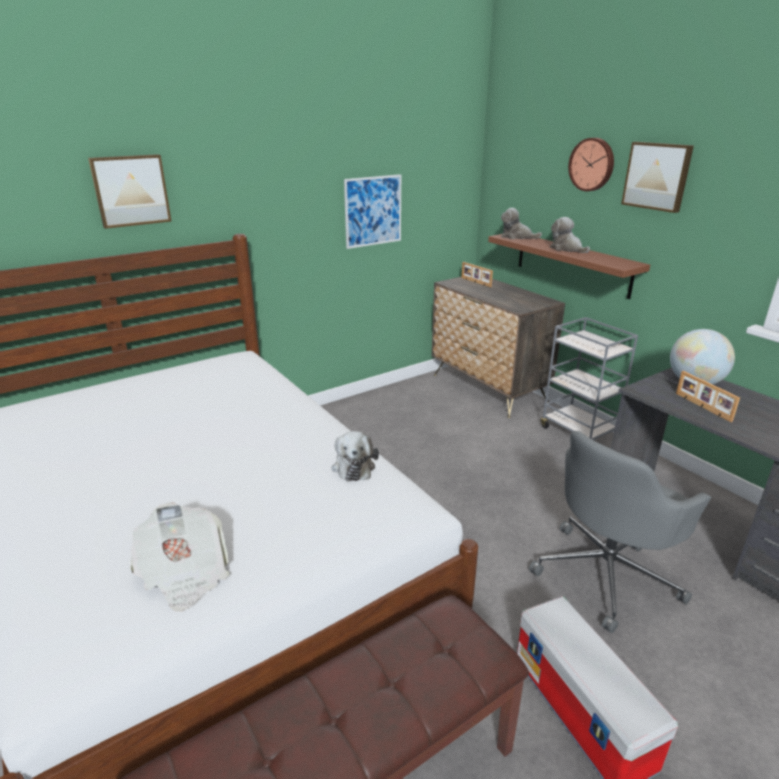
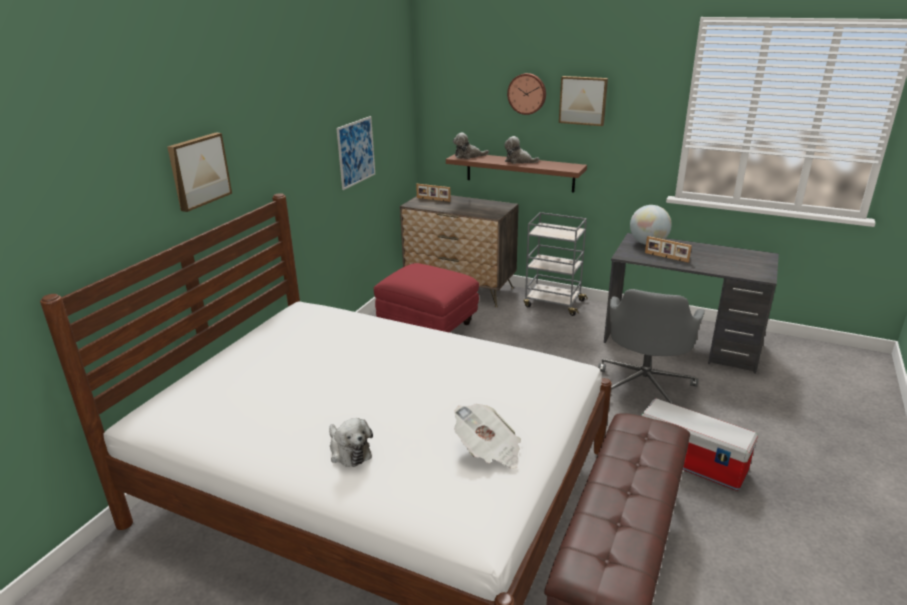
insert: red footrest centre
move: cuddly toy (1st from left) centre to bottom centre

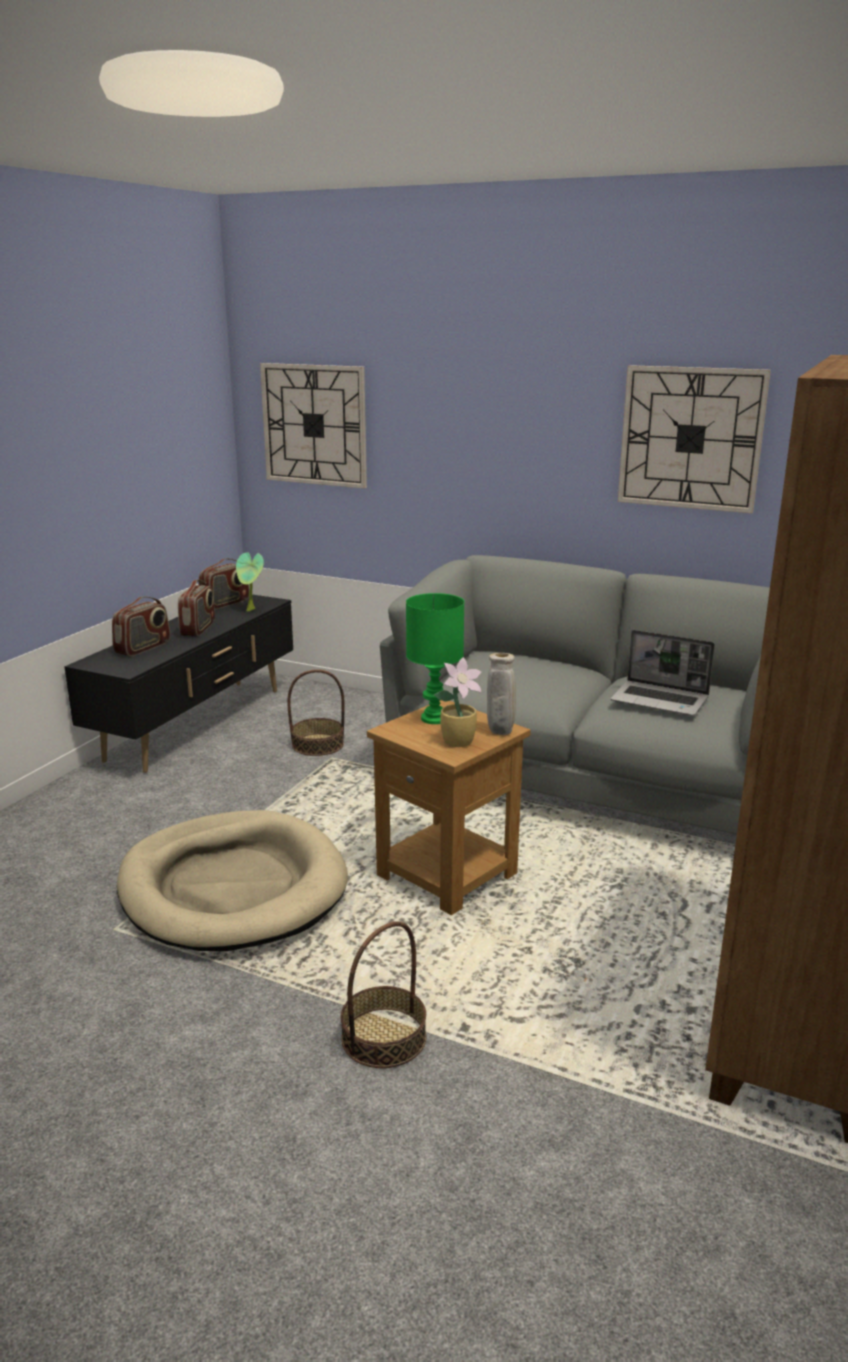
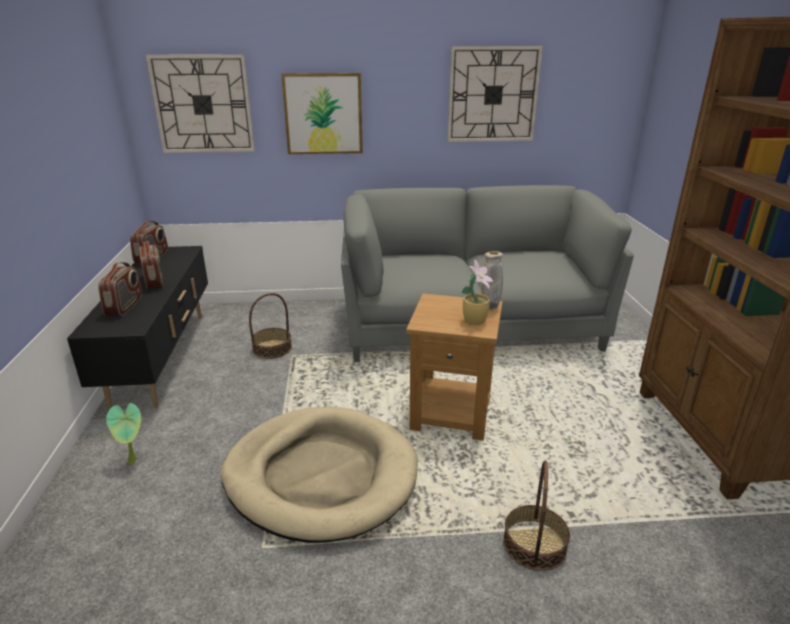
delete: greenish lamp for a table centre; laptop middle right
insert: wall art top centre
move: potted plant (1st from left) middle left to bottom left

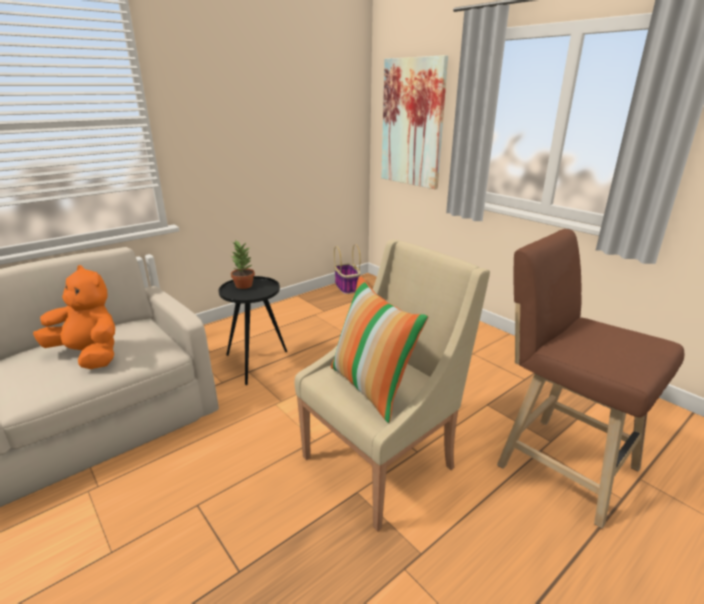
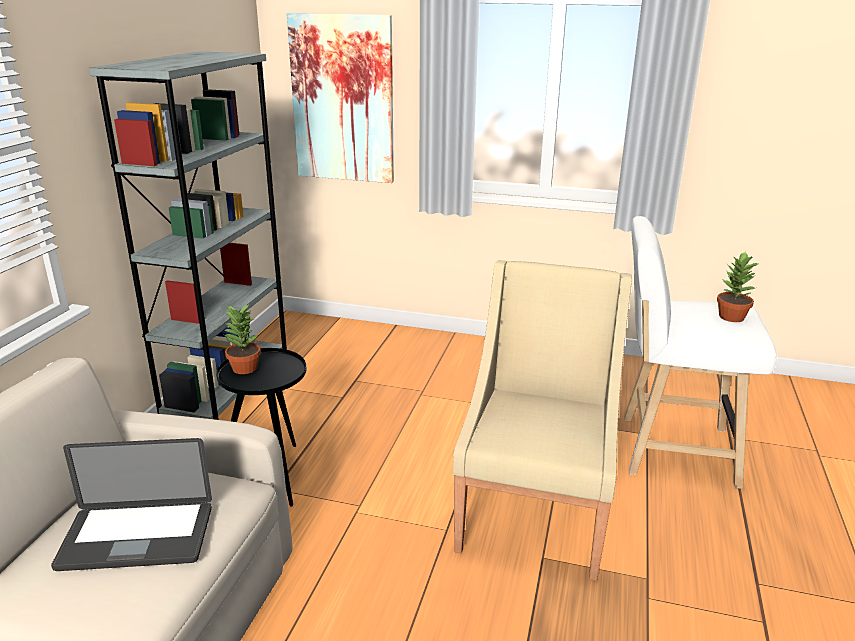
delete: cushion centre; storage basket centre
insert: grey bookshelf middle left; potted plant (2nd from left) middle right
replace: orangey cuddly toy middle left to laptop bottom left
recolor: brownish stool seat middle right to white stool seat middle right

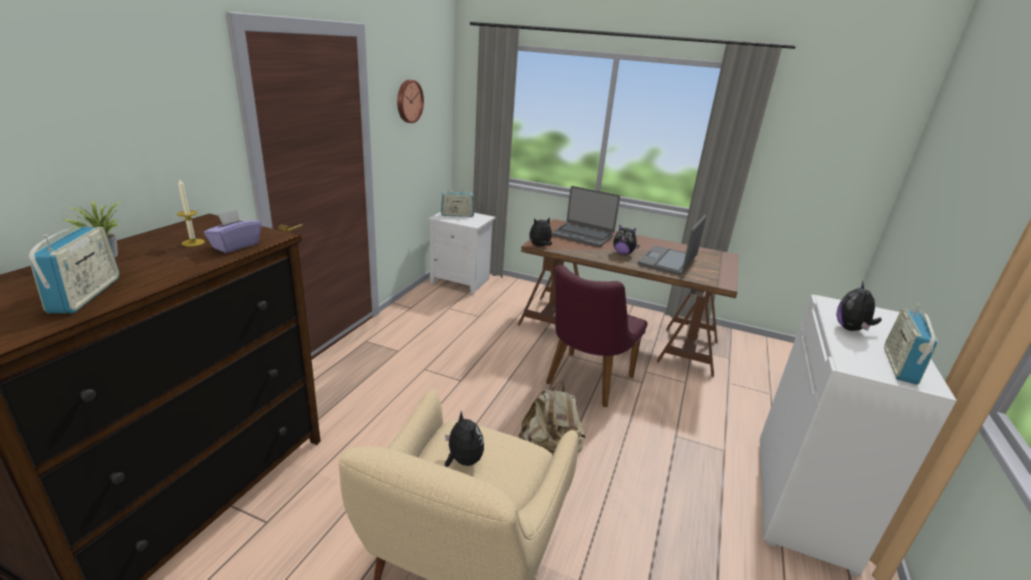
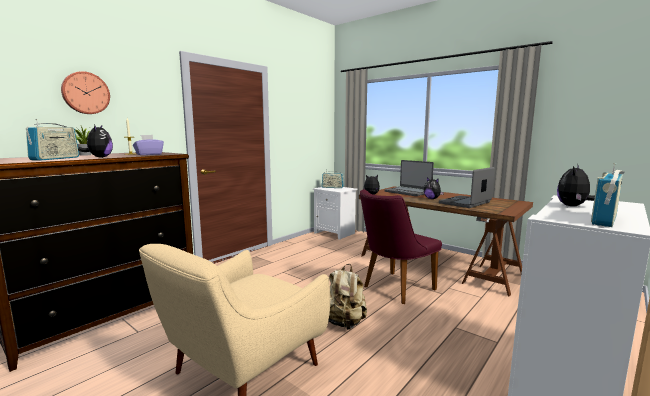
move: clock on the wall top centre to top left; cuddly toy (1st from left) bottom centre to middle left

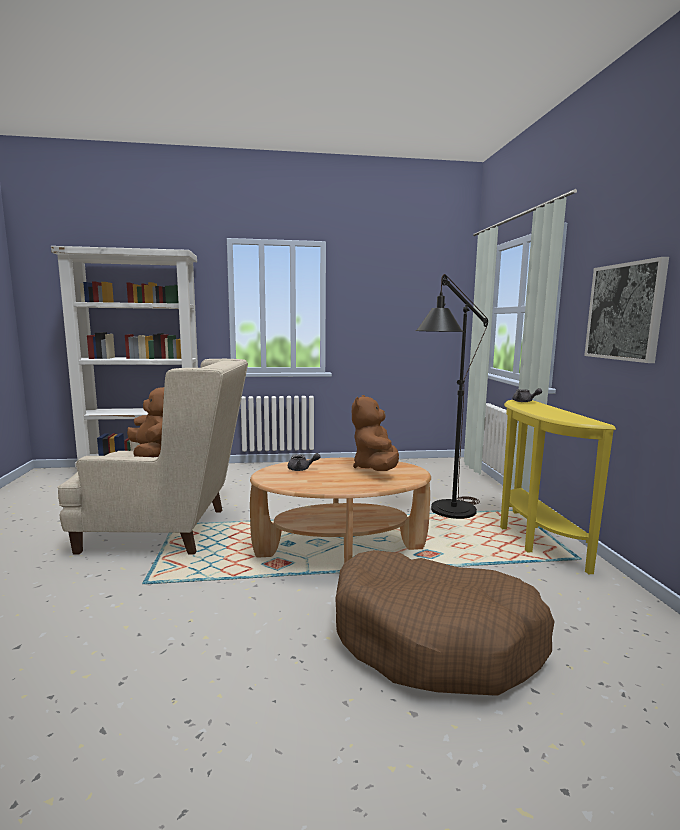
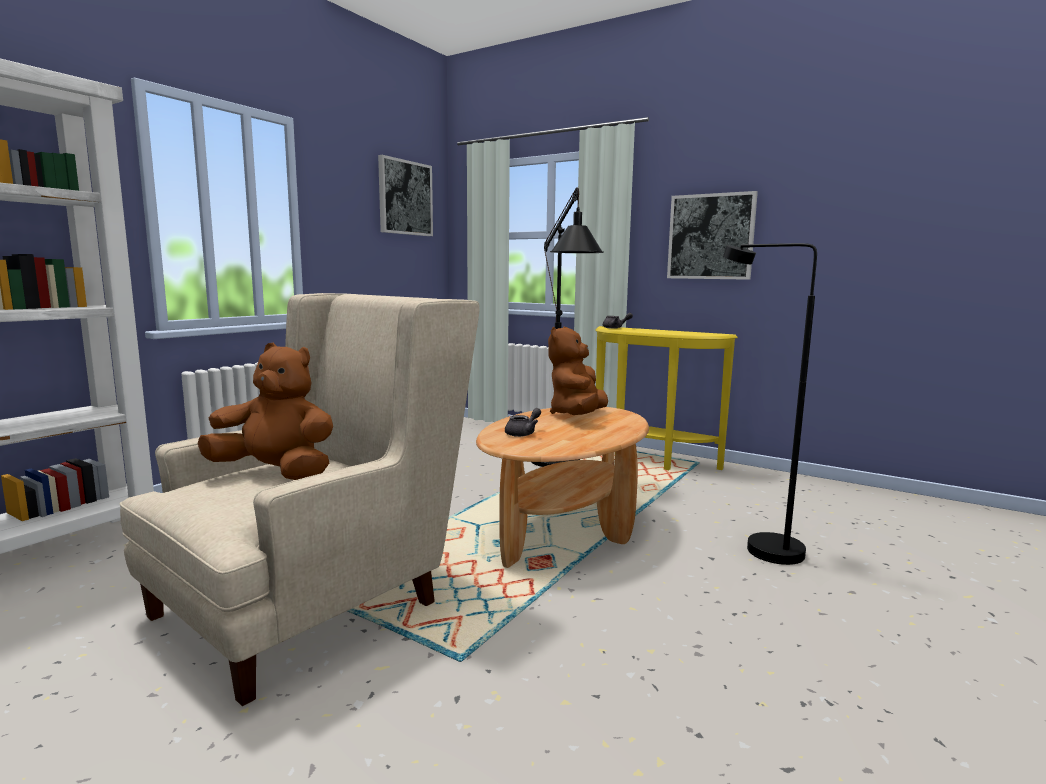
insert: wall art (1st from left) top centre
replace: brownish pet bed bottom centre to black floor lamp (2nd from left) middle right
rotate: brownish cuddly toy (2nd from left) centre = centre 60 degrees clockwise

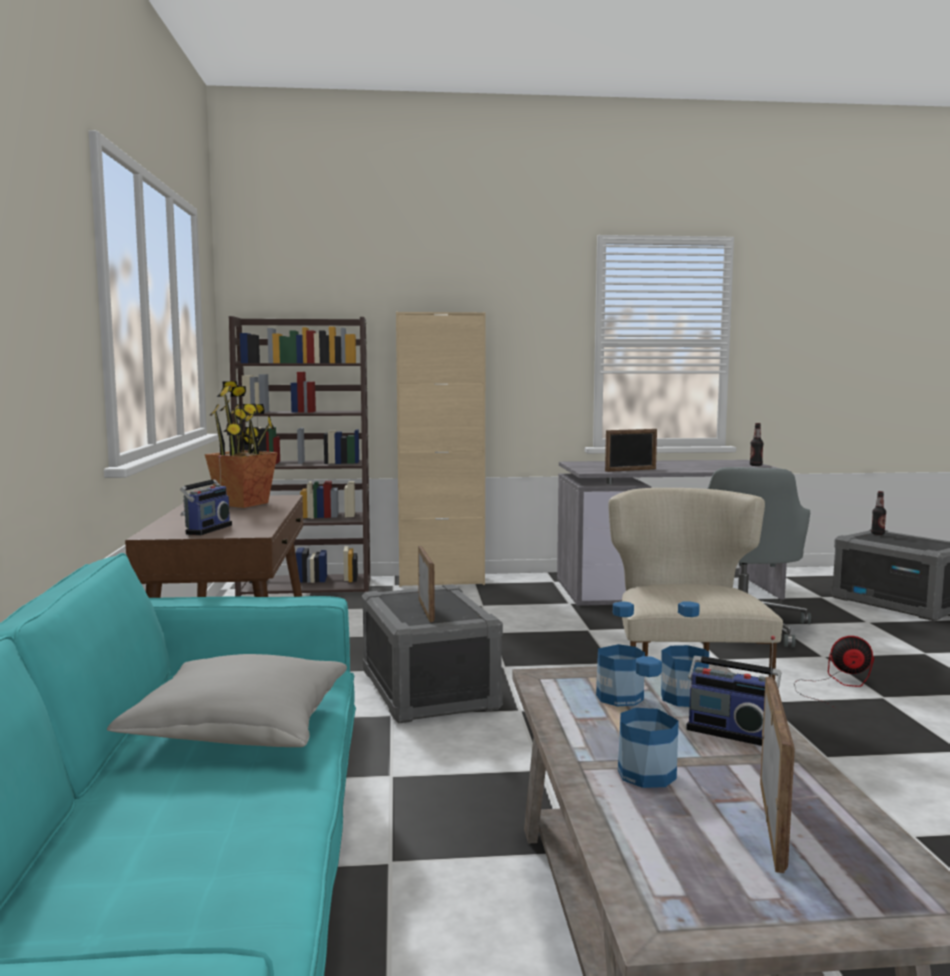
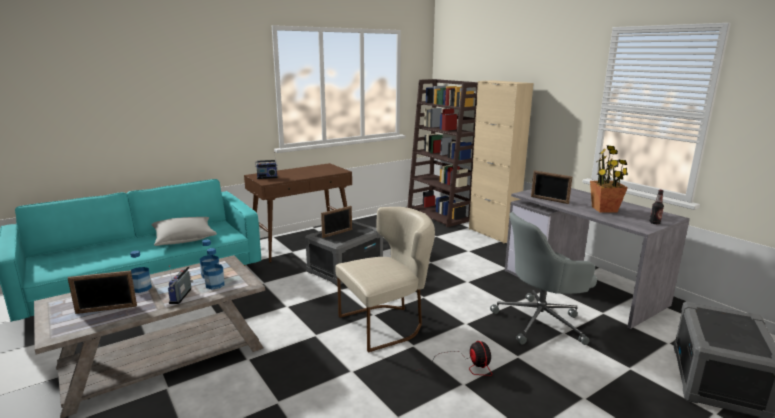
delete: beverage bottle (5th from left) middle right
move: potted plant middle left to middle right

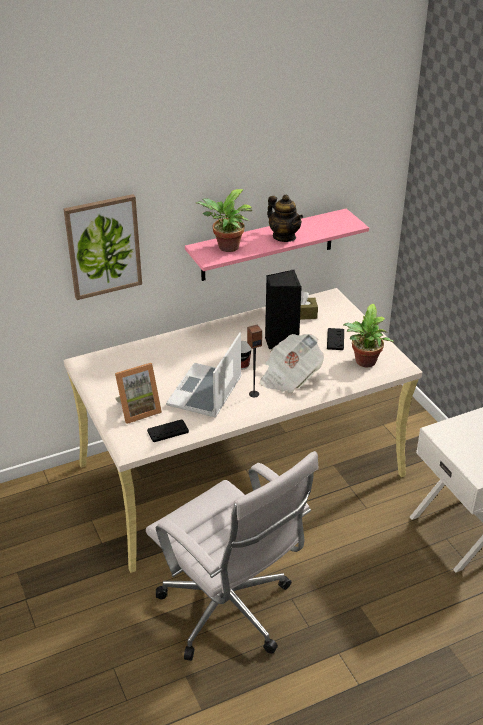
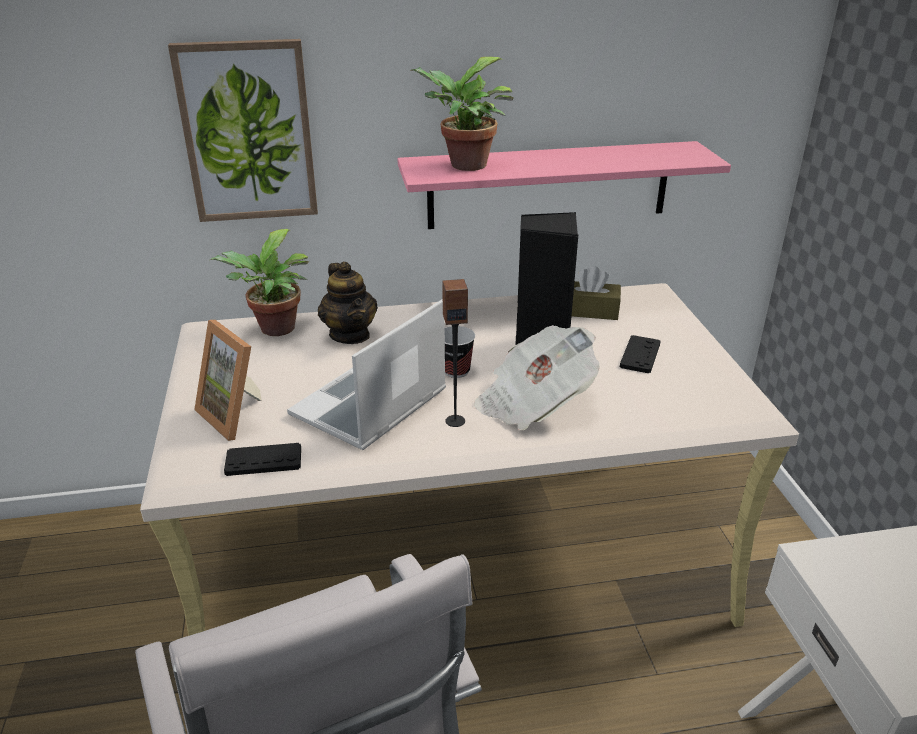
move: potted plant (2nd from left in the first image) middle right to potted plant (1st from left) middle left; pot for tea top centre to centre
rotate: standing frame middle left = middle left 60 degrees clockwise

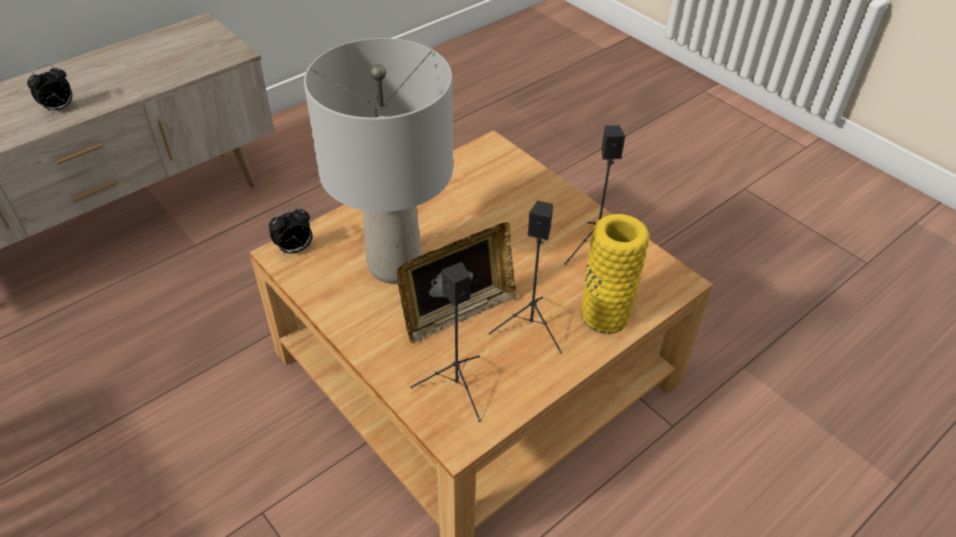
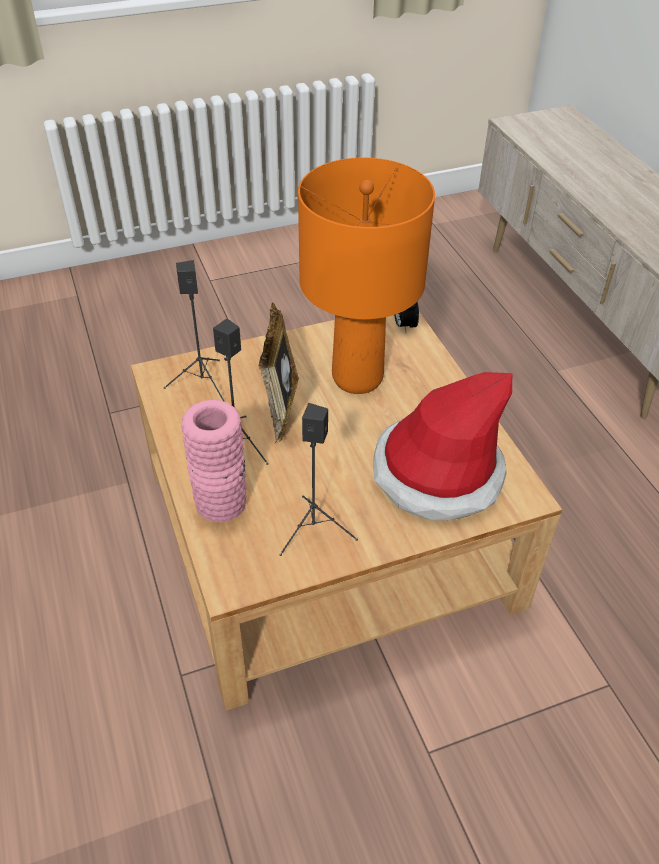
delete: alarm clock (1st from left) top left
insert: hat middle right
recolor: yellow flower vase centre to pink flower vase middle left; grey lamp for a table top centre to orangey lamp for a table top centre

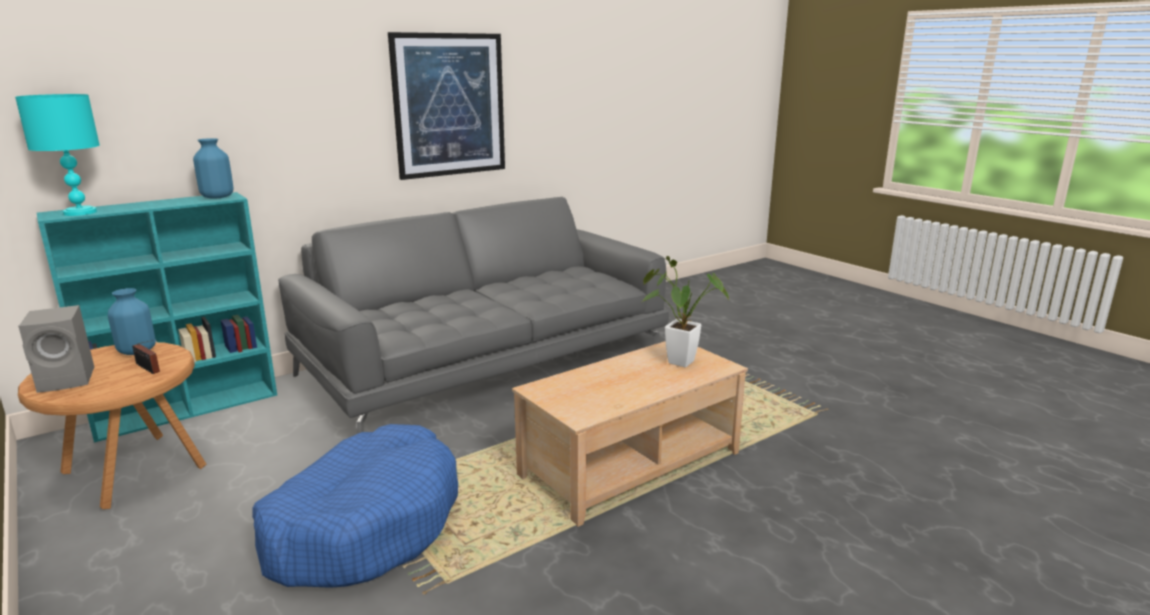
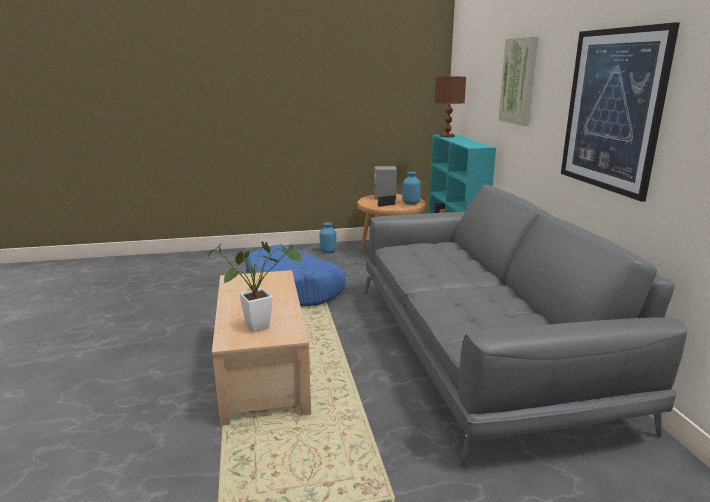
insert: wall art (1st from left) top right
move: blue flower vase (2nd from left in the first image) top left to blue flower vase (1st from left) centre
recolor: blue-green lamp for a table top left to brownish lamp for a table top centre

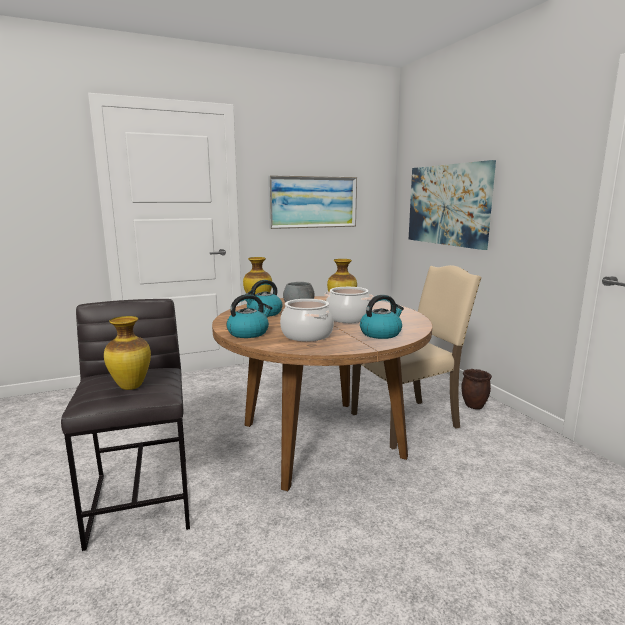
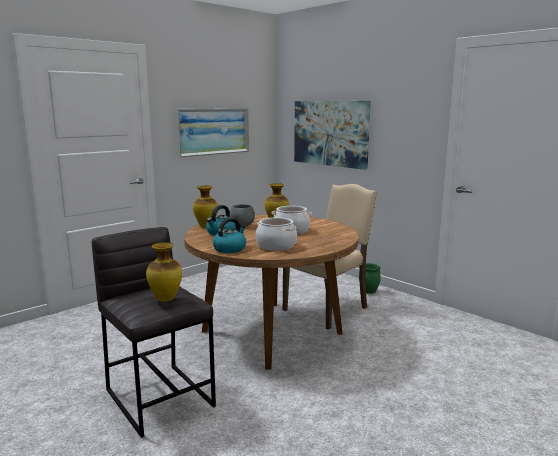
delete: water kettle (3rd from left) centre
recolor: brownish flower pot middle right to greenish flower pot centre

